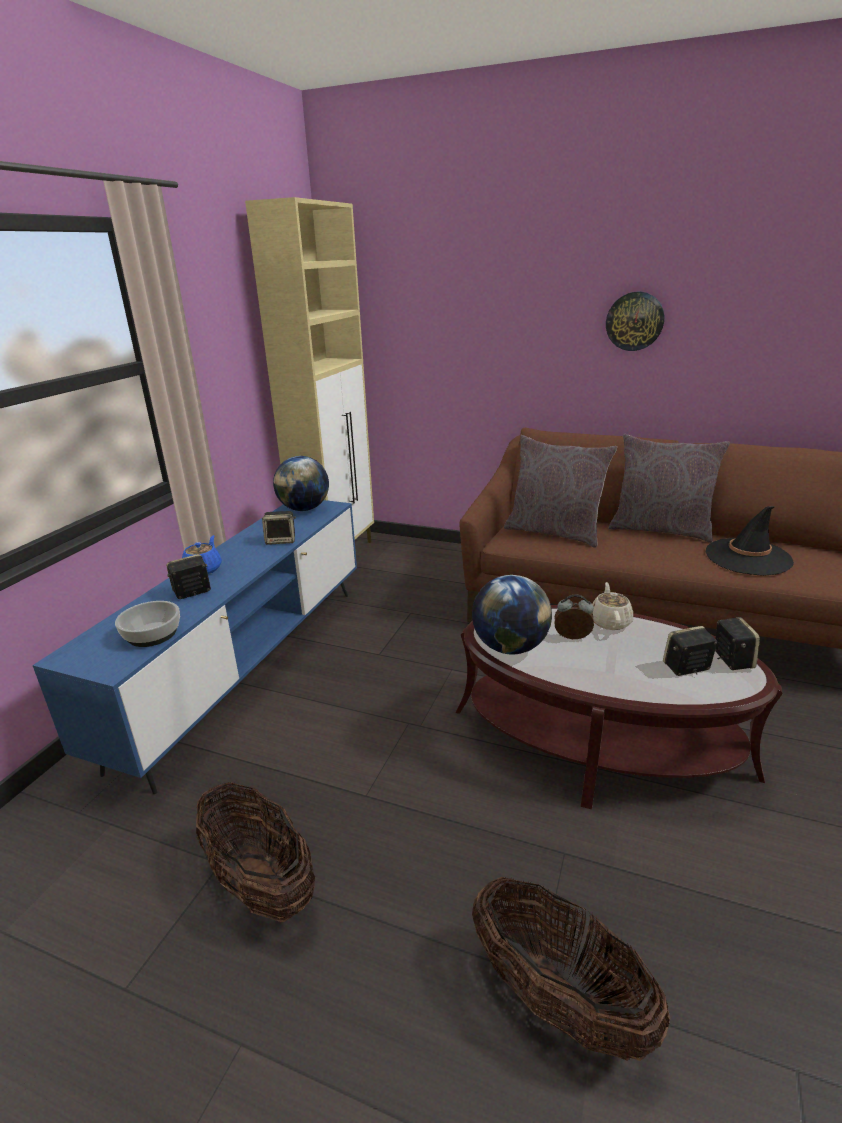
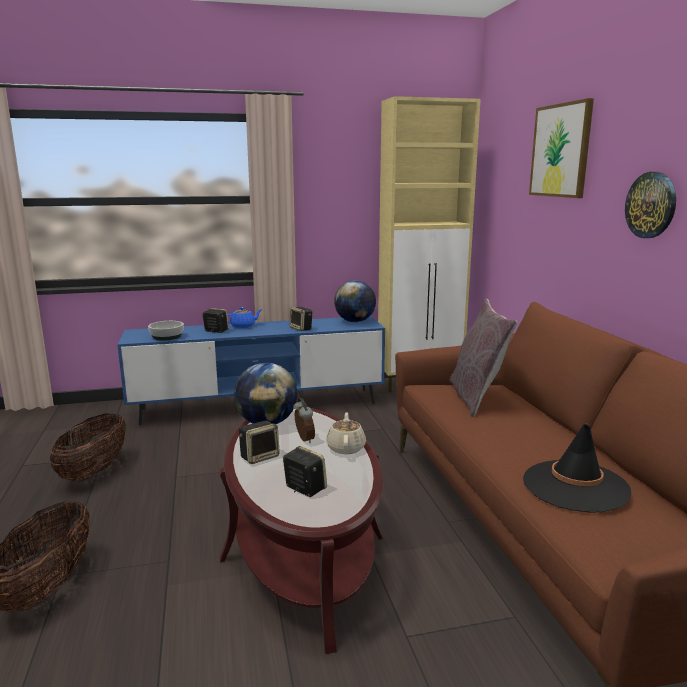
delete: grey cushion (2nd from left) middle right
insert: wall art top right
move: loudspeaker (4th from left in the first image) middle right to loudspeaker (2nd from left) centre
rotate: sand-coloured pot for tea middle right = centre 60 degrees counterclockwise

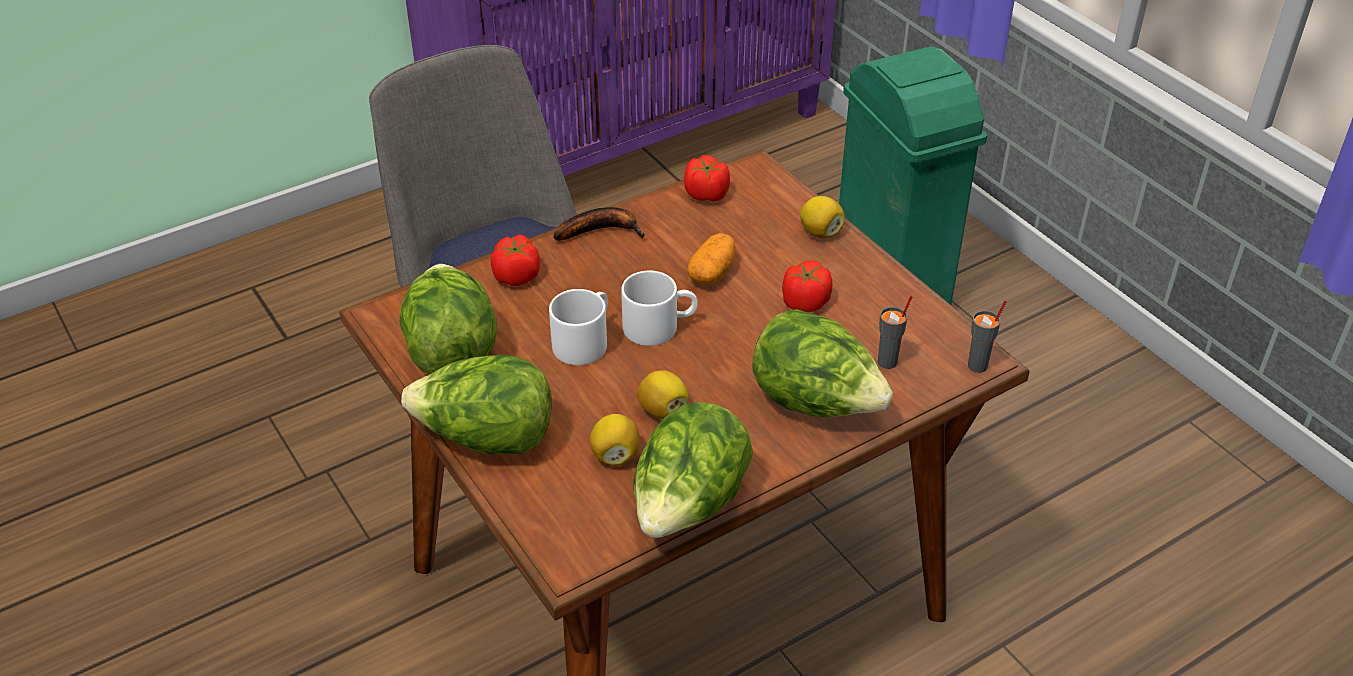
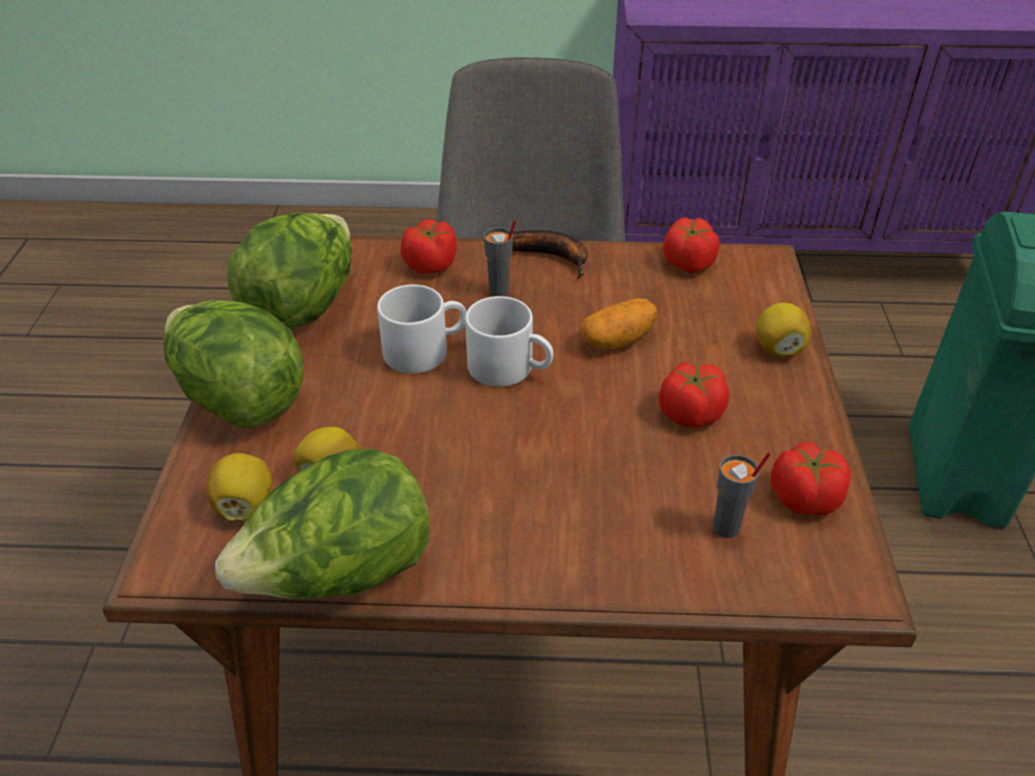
delete: lettuce (4th from left) centre
insert: fresh tomato (4th from left) middle right
move: lemon (2nd from left in the first image) centre to lemon (1st from left) middle left; grey small cup (2nd from left in the first image) middle right to grey small cup (1st from left) top centre

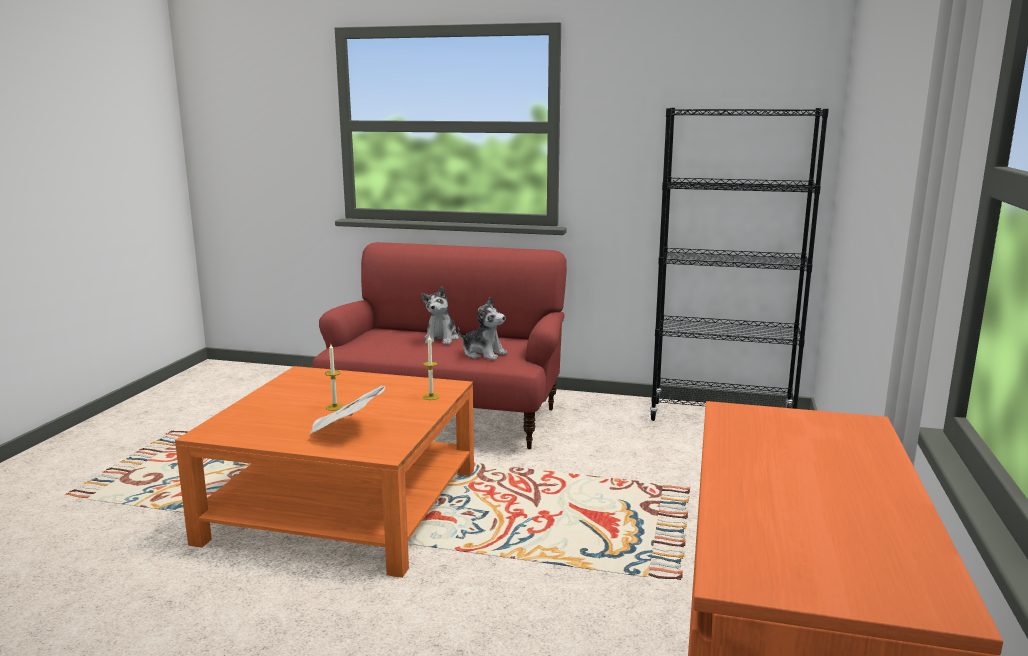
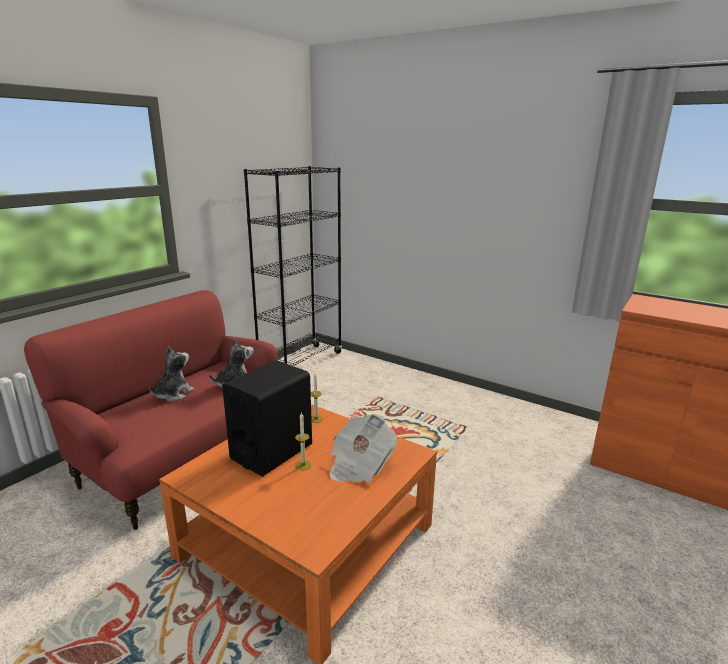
insert: black loudspeaker centre
rotate: cuddly toy (1st from left) centre = middle left 90 degrees counterclockwise

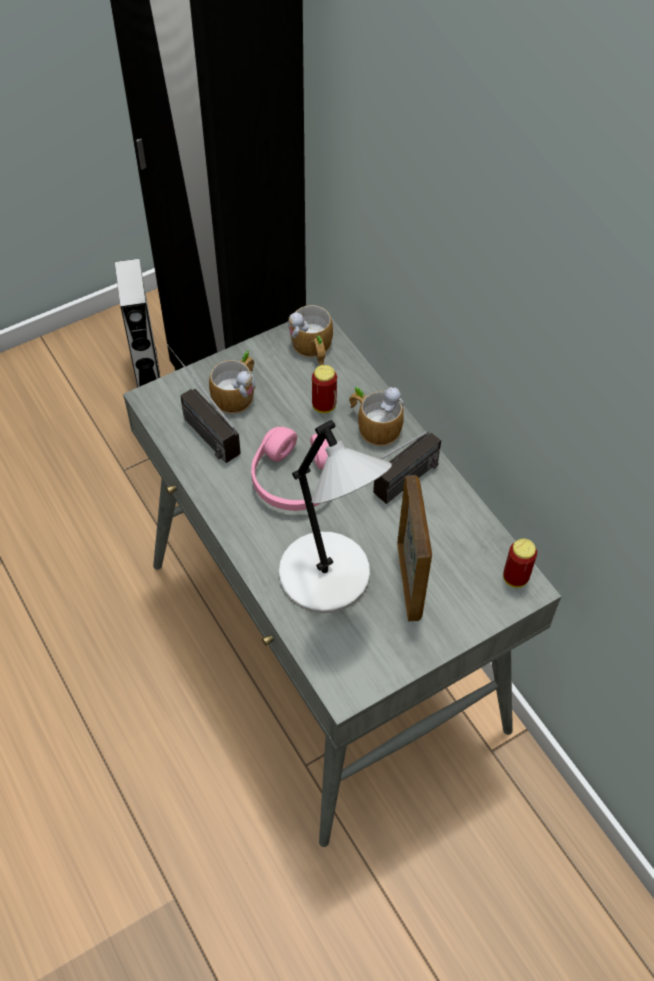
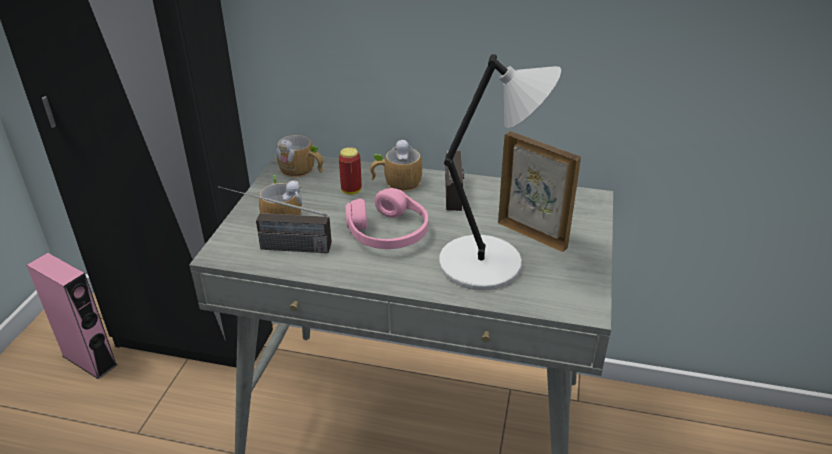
delete: metal can (2nd from left) middle right
recolor: grey loudspeaker top left to pink loudspeaker bottom left

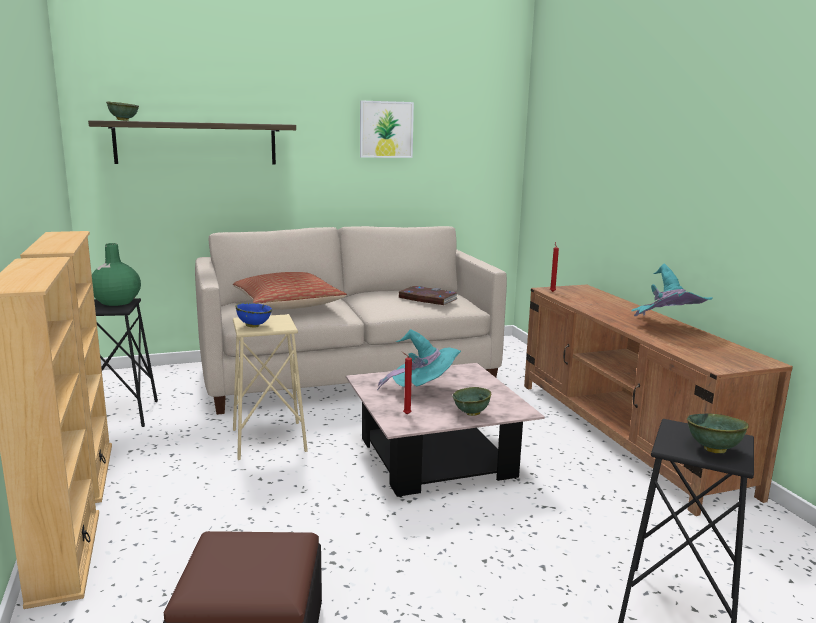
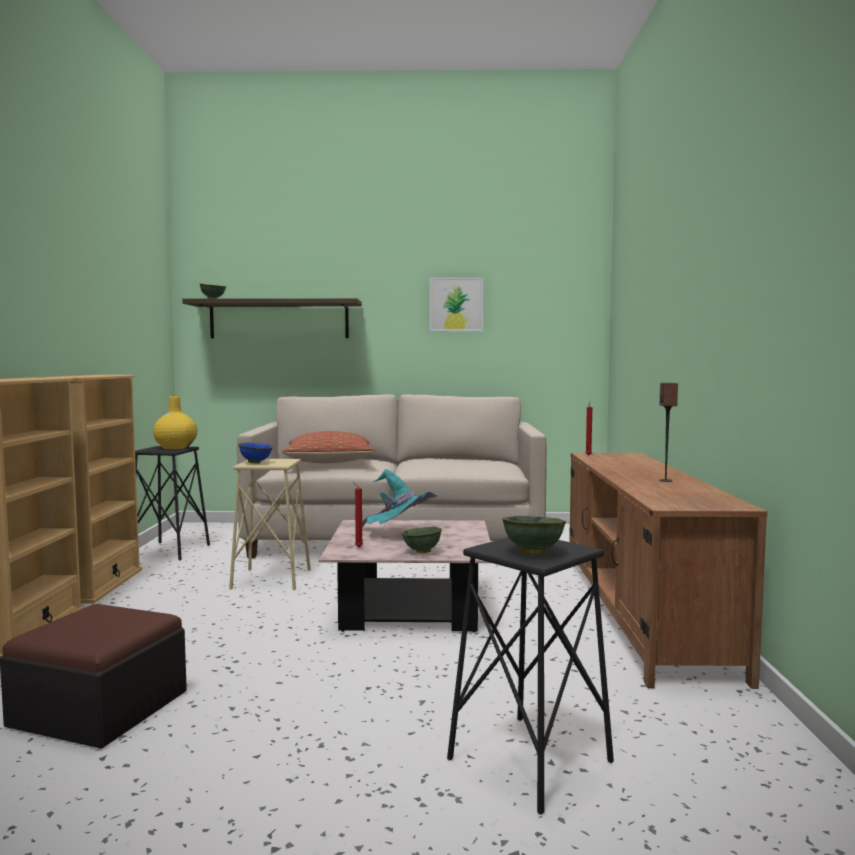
delete: book centre
replace: blue-green hat (2nd from left) middle right to loudspeaker middle right
recolor: greenish flower vase middle left to yellow flower vase middle left

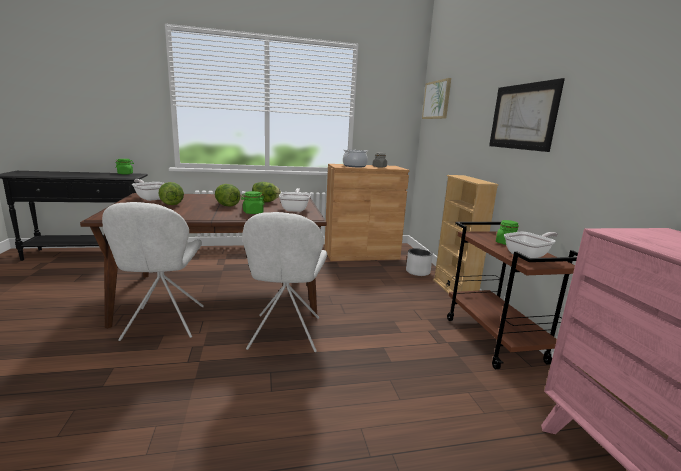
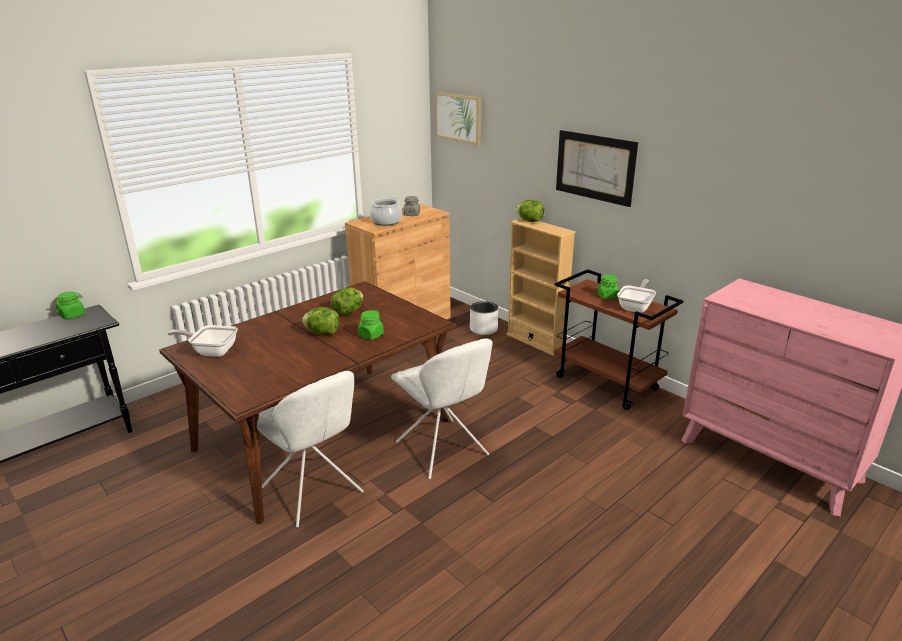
delete: pan (2nd from left) centre
move: lettuce (1st from left in the first image) middle left to lettuce (3rd from left) top centre

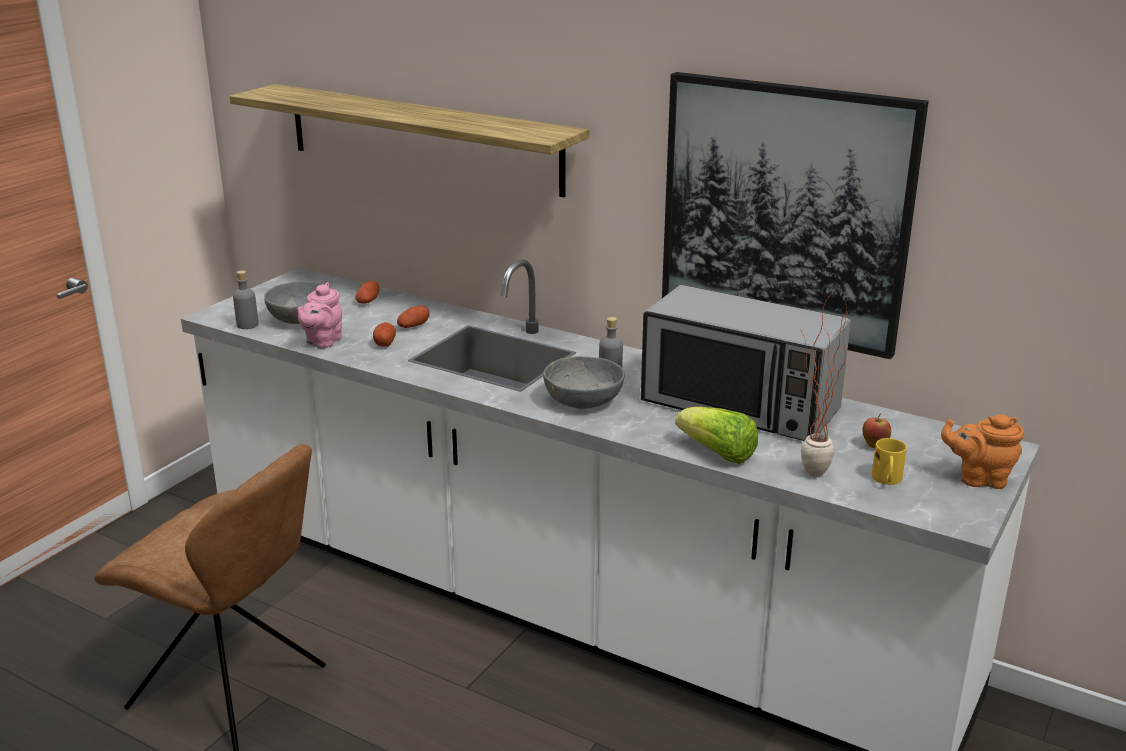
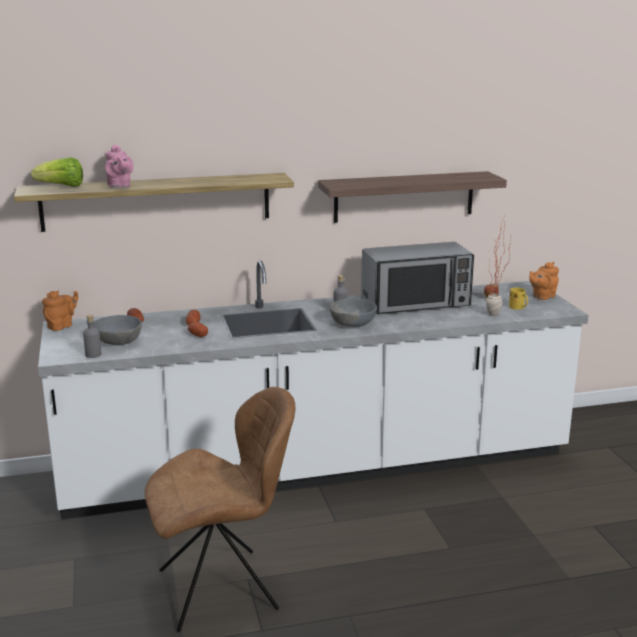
insert: orangey pot for tea (1st from left) middle left
move: lettuce centre to top left; pink pot for tea middle left to top left
replace: wall art top right to shelf (2nd from left) top centre

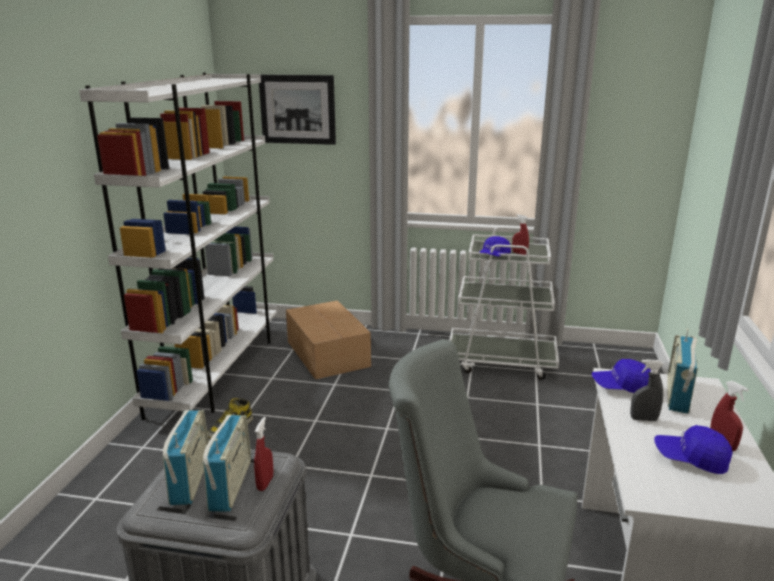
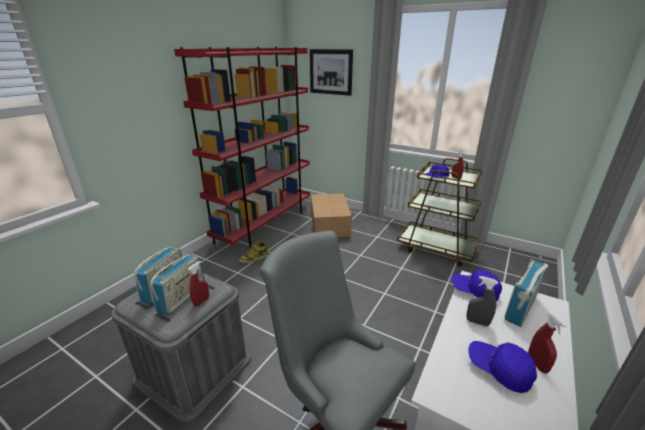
recolor: white bookshelf middle left to red bookshelf centre; white cart centre to brownish cart middle right

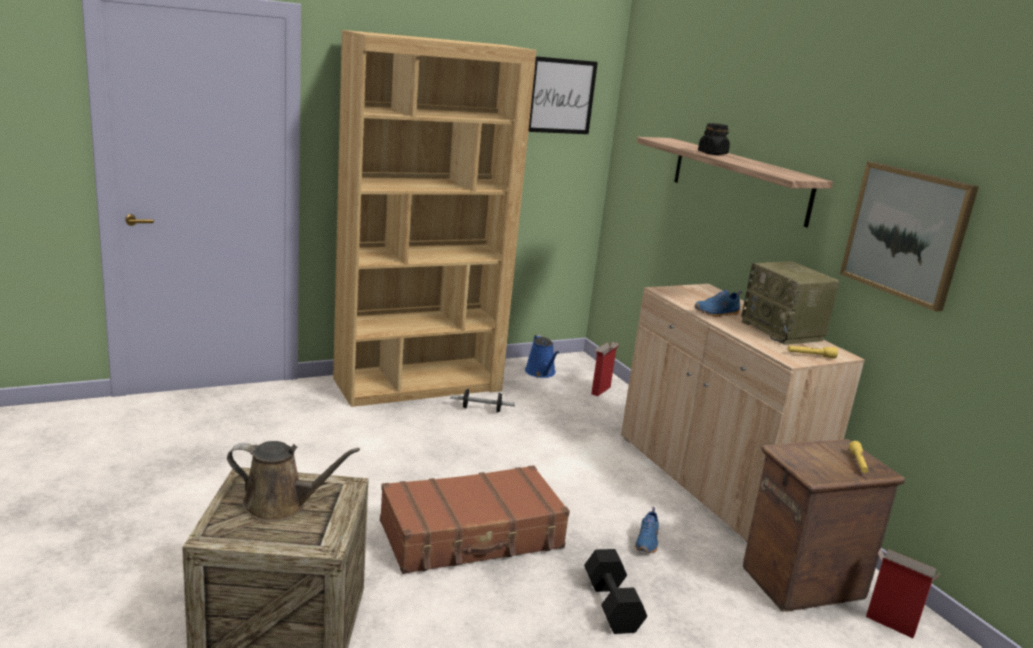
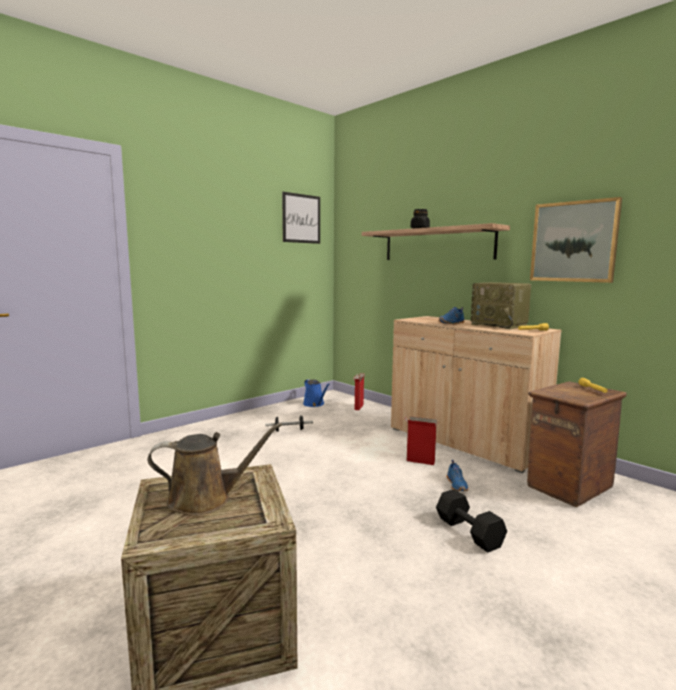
delete: brownish bookshelf centre; brownish piece of luggage bottom centre
move: carton (2nd from left) bottom right to centre

